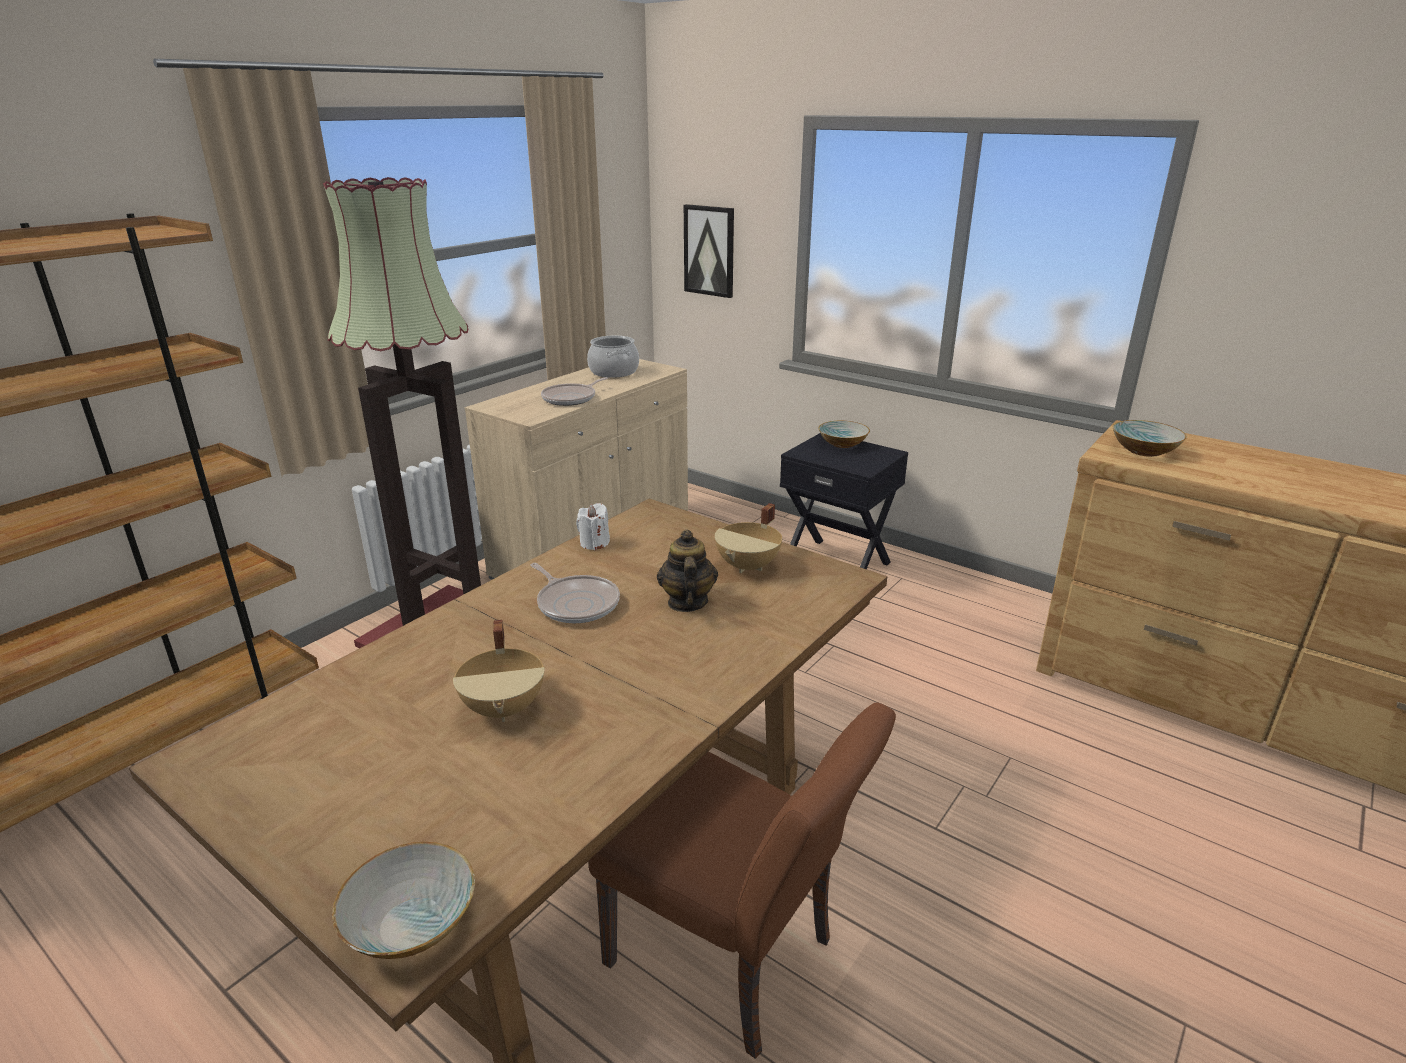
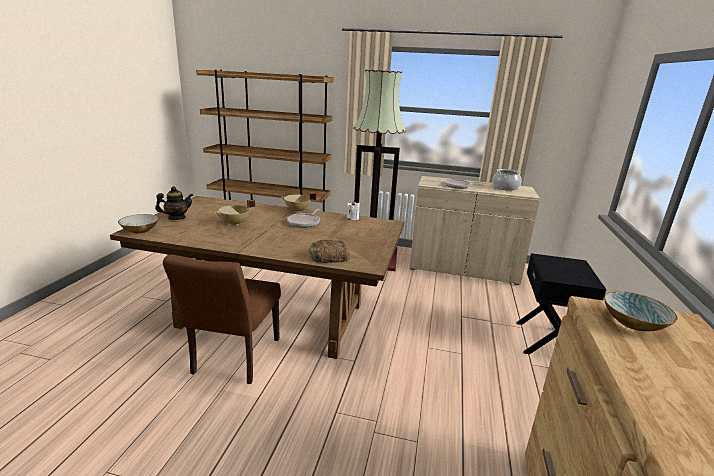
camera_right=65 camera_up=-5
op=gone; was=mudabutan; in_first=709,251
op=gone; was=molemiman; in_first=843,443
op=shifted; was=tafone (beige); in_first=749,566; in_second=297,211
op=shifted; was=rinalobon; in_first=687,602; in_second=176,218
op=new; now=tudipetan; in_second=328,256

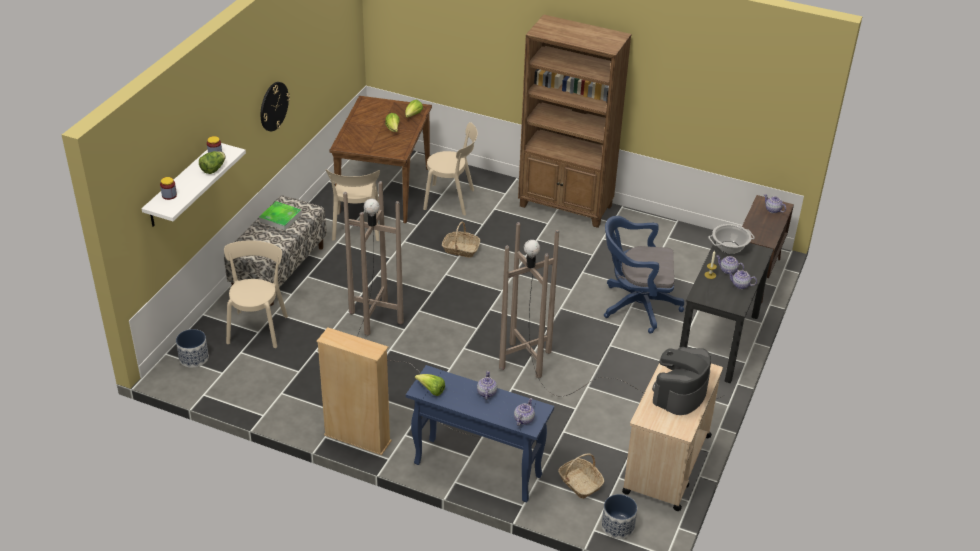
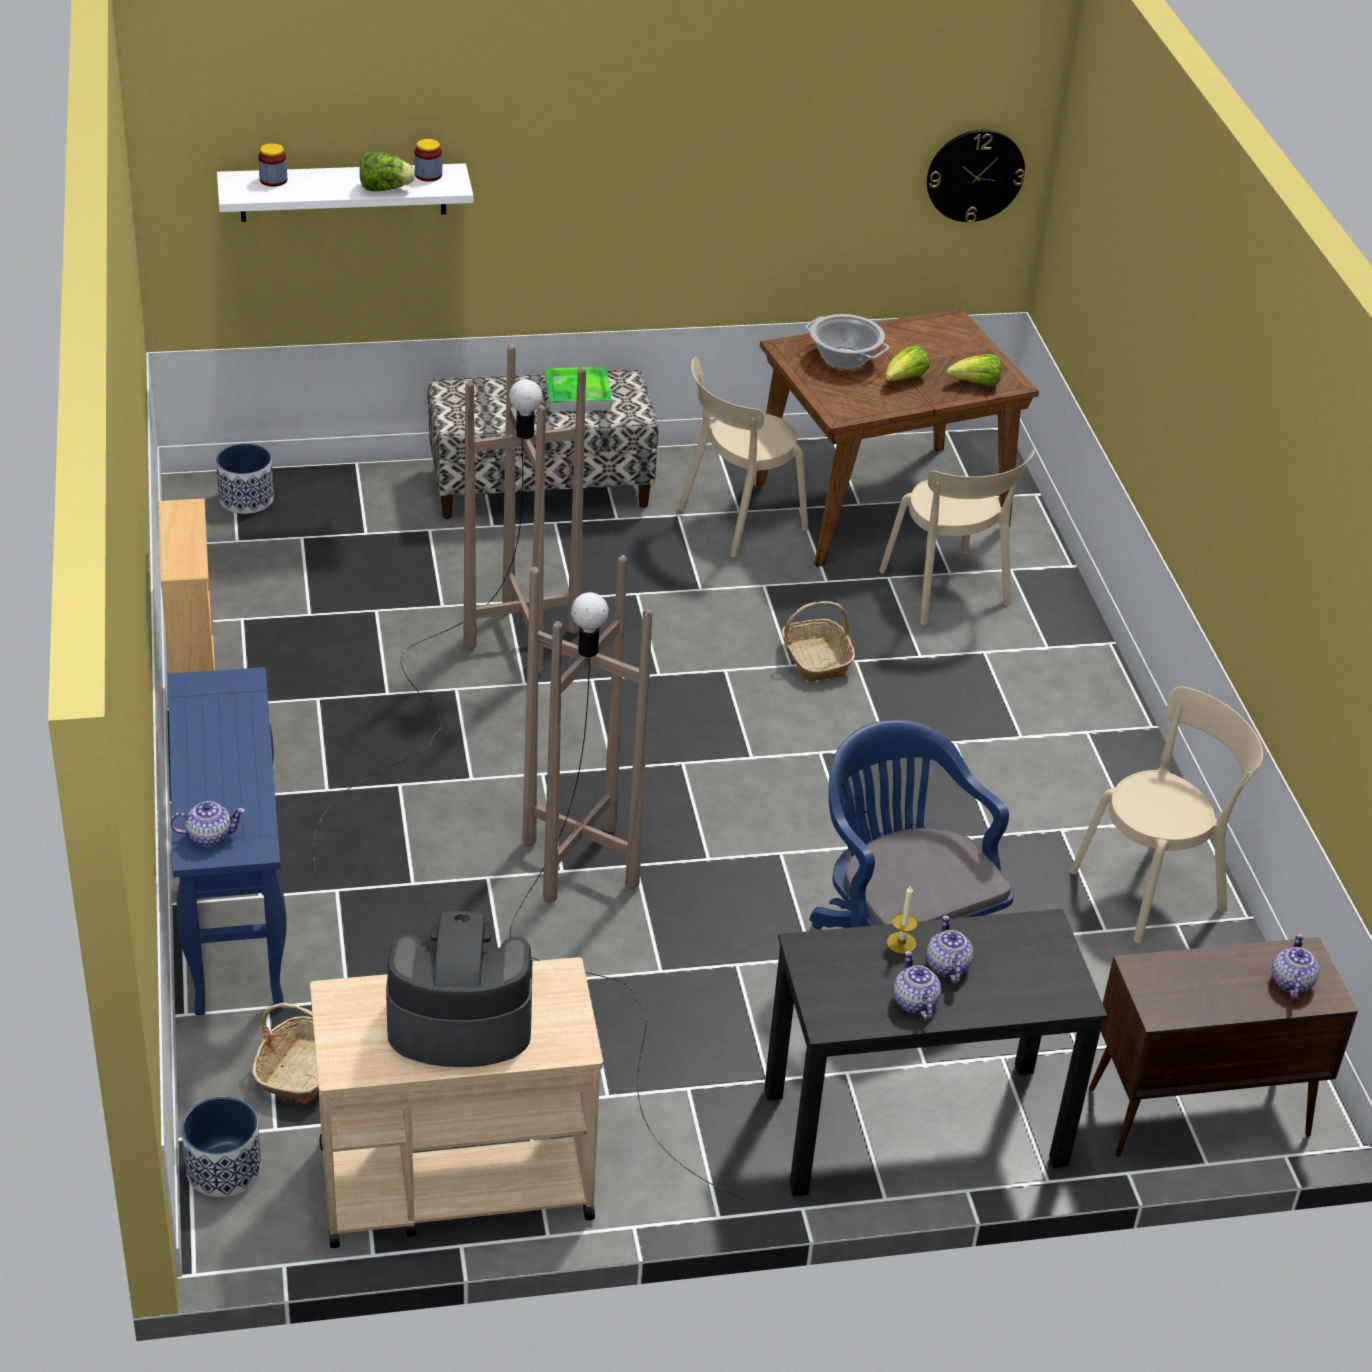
camera_right=55 camera_up=0
op=gone; was=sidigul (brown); in_first=566,206
op=shifted; was=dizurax; in_first=273,106; in_second=975,175
op=shifted; was=tafone; in_first=729,247; in_second=845,359
op=shifted; was=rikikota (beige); in_first=258,327; in_second=1154,887
op=gone; was=rinalobon; in_first=486,393
op=gone; was=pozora; in_first=431,390

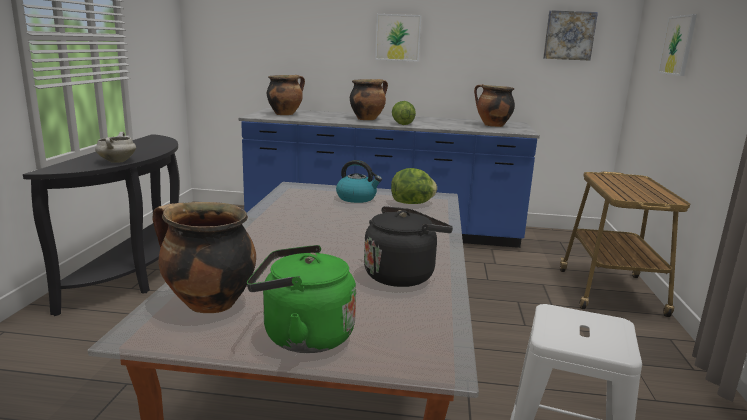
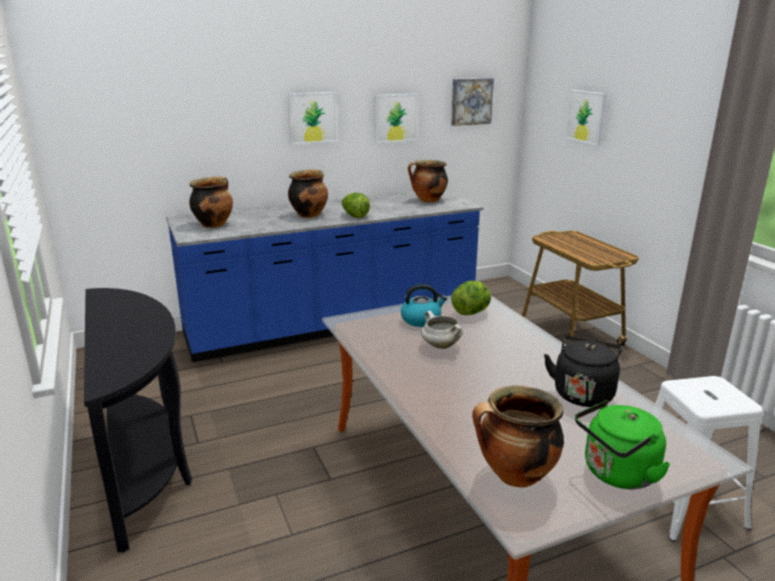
camera_right=-30 camera_up=5
op=shifted; was=tafone (white); in_first=117,161; in_second=440,346
op=new; now=mudabutan; in_second=395,118

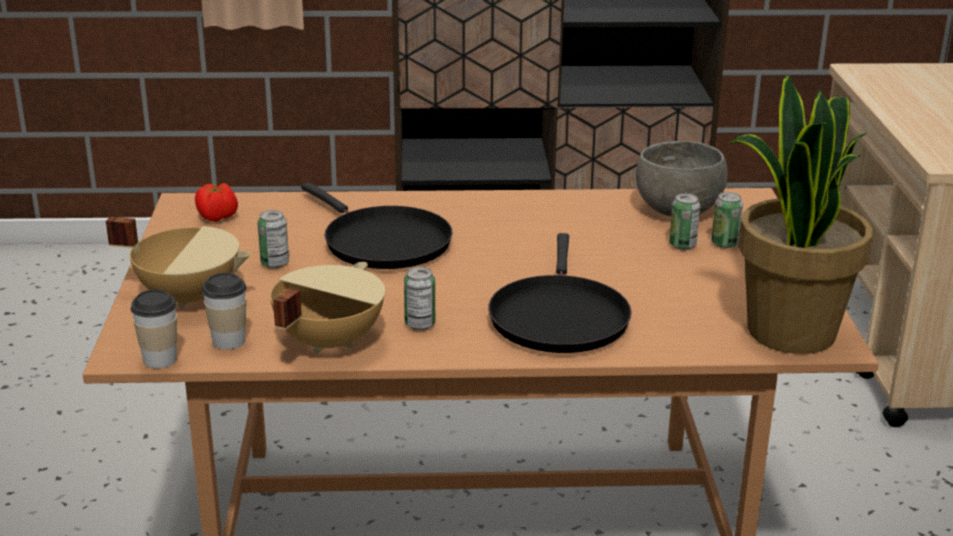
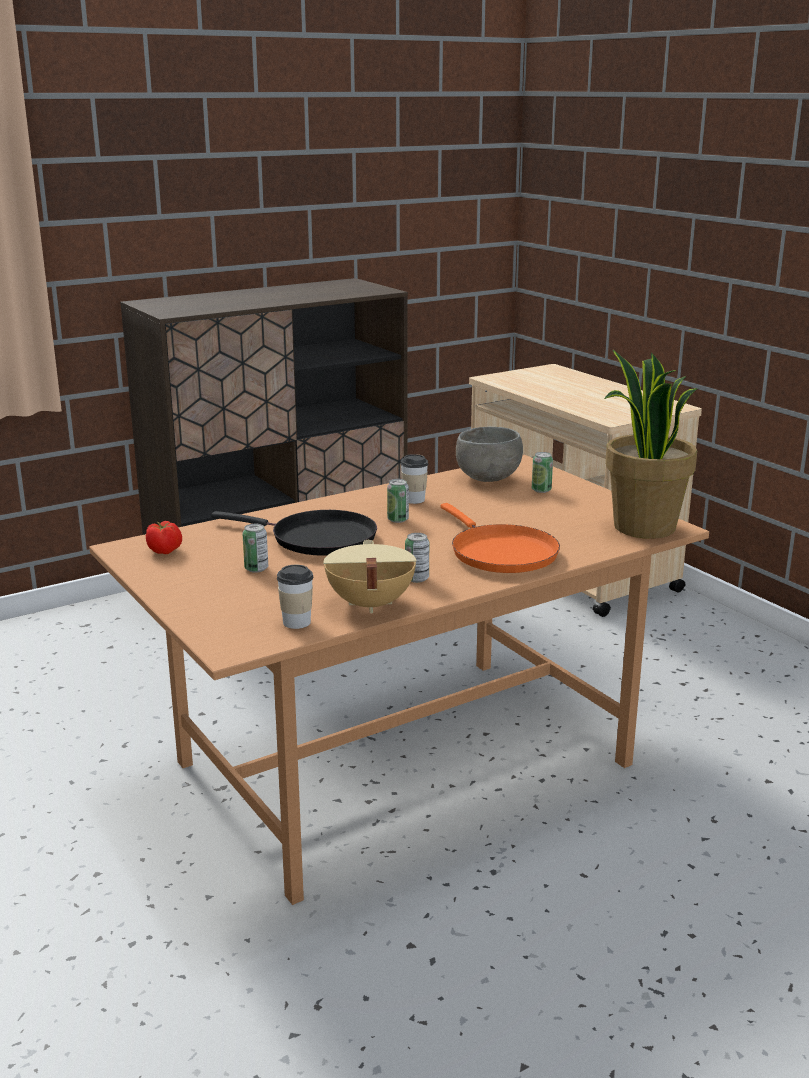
camera_right=-30 camera_up=-5
op=shifted; was=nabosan; in_first=682,245; in_second=398,519
op=gone; was=tafone (beige); in_first=189,296
op=repainted; was=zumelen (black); now=zumelen (orange); in_first=558,317; in_second=500,553
op=shifted; was=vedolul; in_first=160,359; in_second=414,500

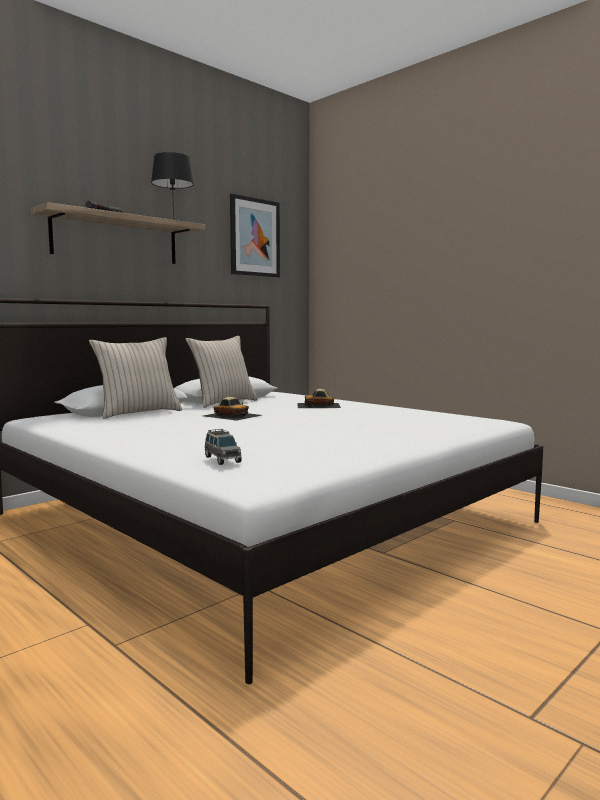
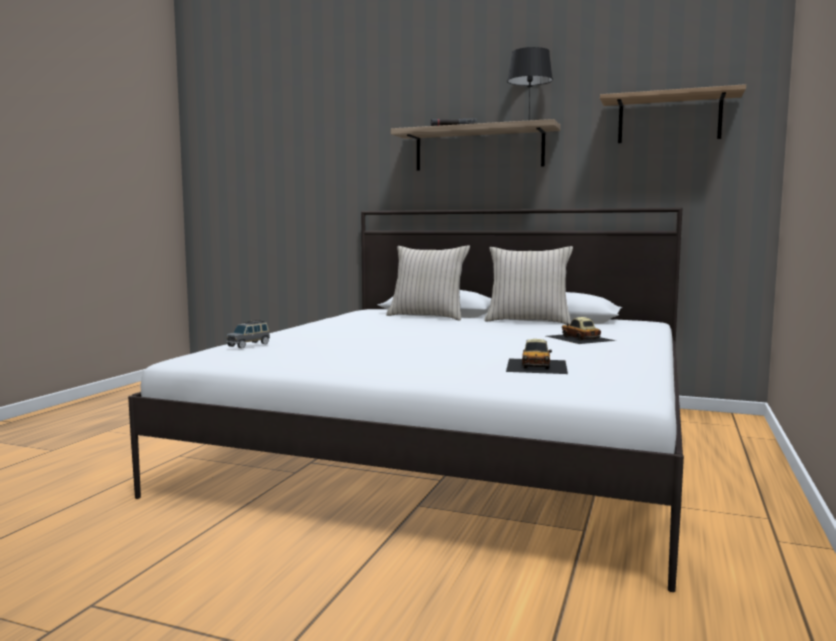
camera_right=65 camera_up=0
op=swapped; was=mudabutan; now=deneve; in_first=254,237; in_second=669,119
op=shifted; was=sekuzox; in_first=232,415; in_second=537,365

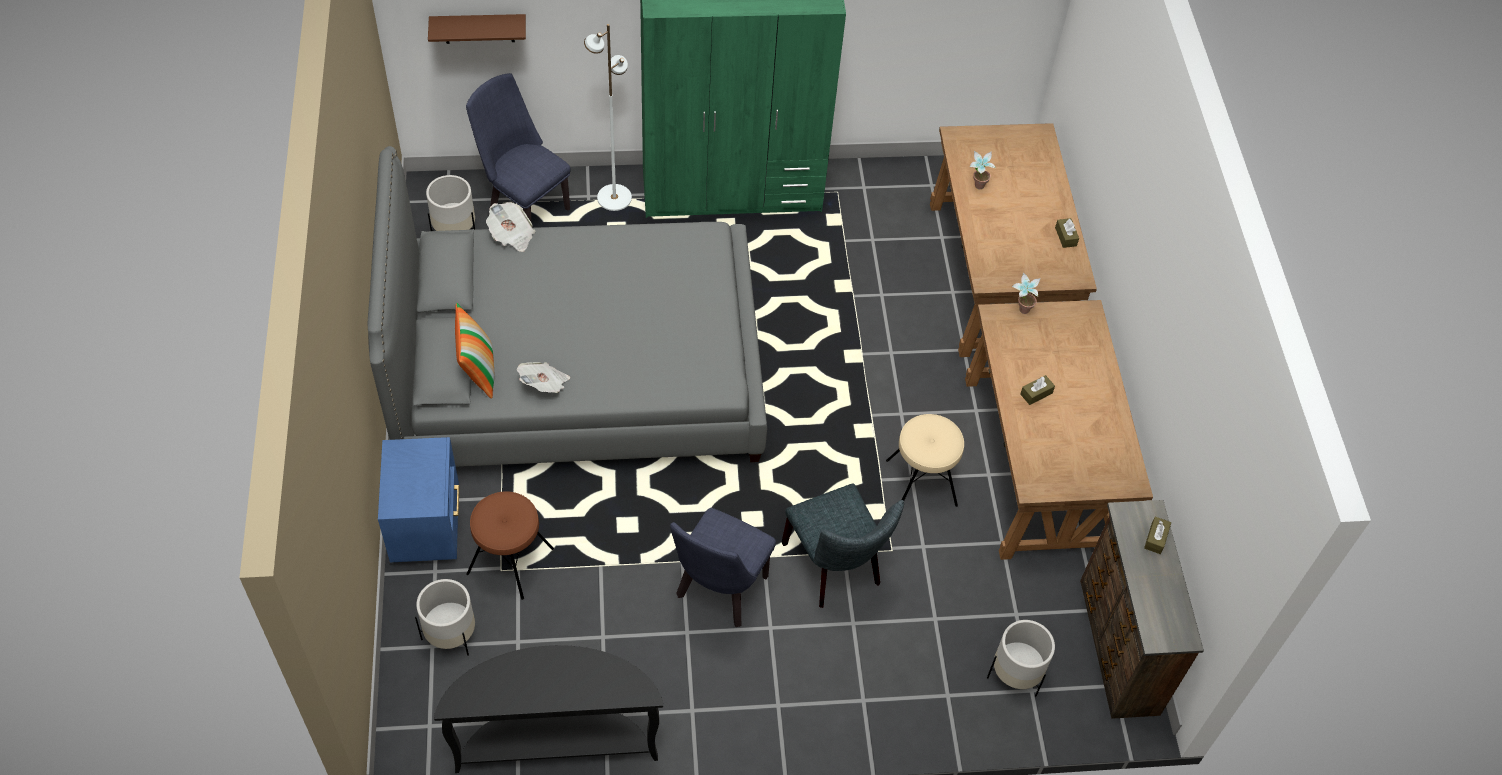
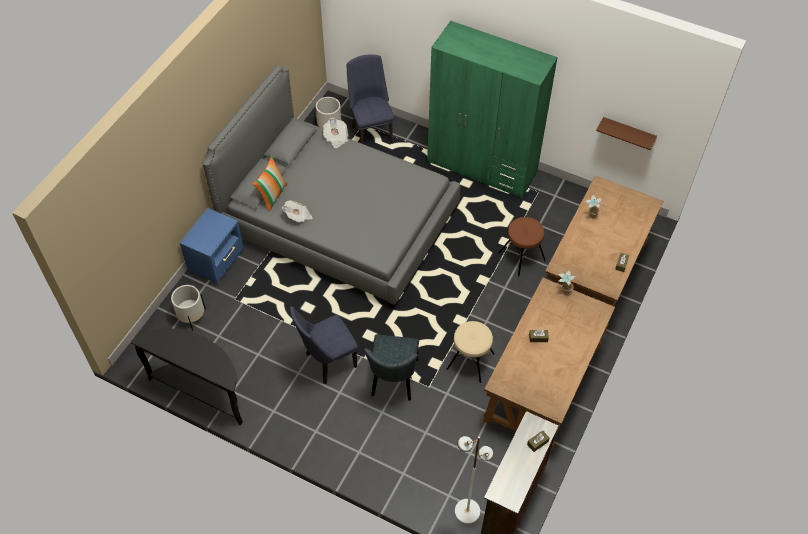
camera_right=35 camera_up=0
op=shifted; was=deneve (brown); in_first=479,28; in_second=628,133
op=shifted; was=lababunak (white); in_first=613,198; in_second=467,511
op=shifted; was=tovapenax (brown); in_first=510,561; in_second=521,257
op=gone; was=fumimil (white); in_first=1015,674

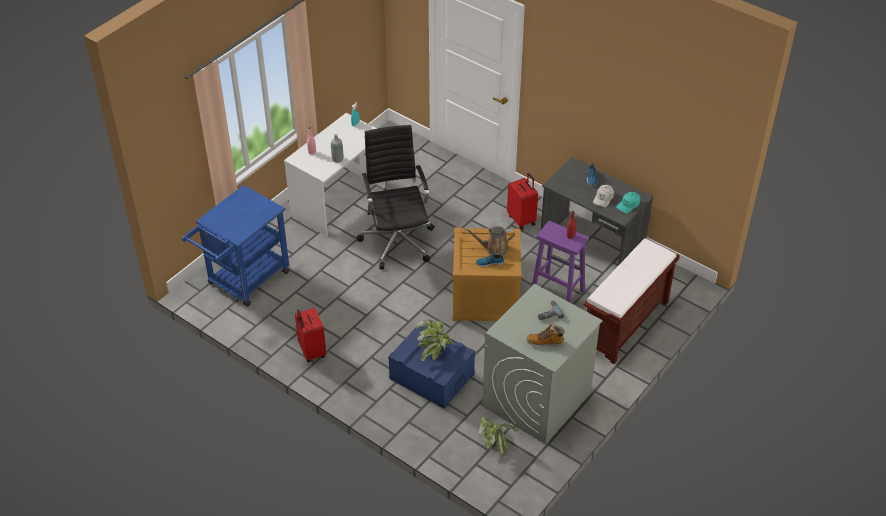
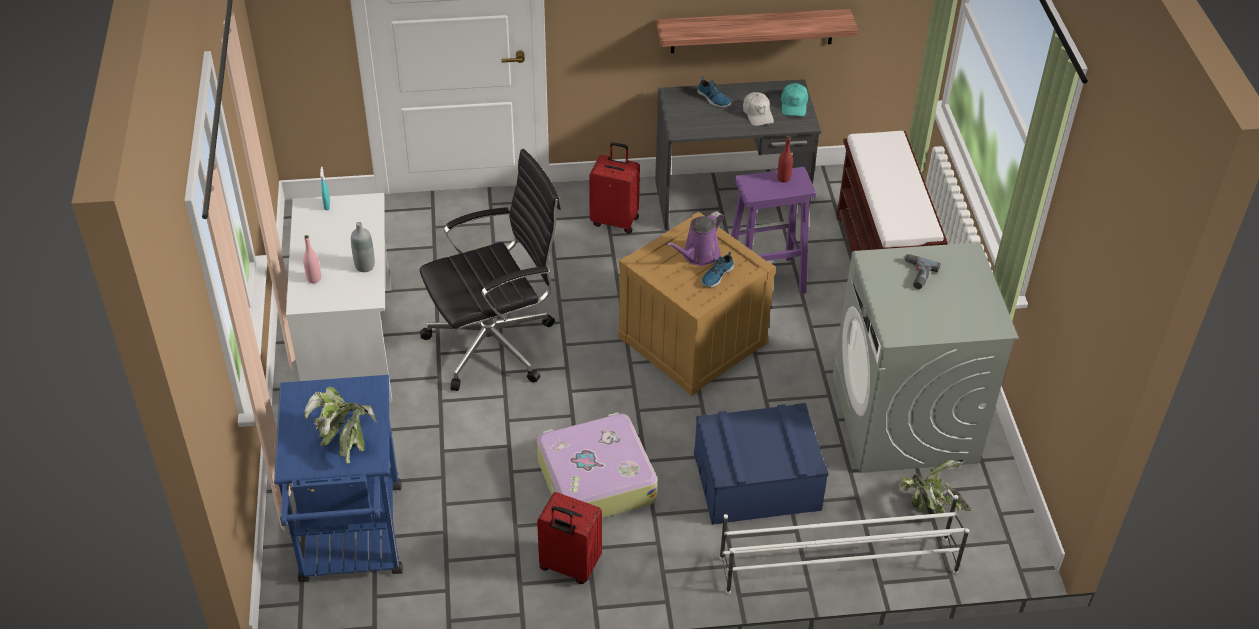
camera_right=-45 camera_up=0
op=rotated; was=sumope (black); in_first=397,240; in_second=495,344; clockwise=120
op=repainted; was=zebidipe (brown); now=zebidipe (purple); in_first=494,248; in_second=698,255
op=shifted; was=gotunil; in_first=434,350; in_second=346,438
op=gone; was=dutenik; in_first=545,342
op=new; now=deneve; in_second=752,31
op=new; now=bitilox; in_second=595,479
op=new; now=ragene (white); in_second=837,564

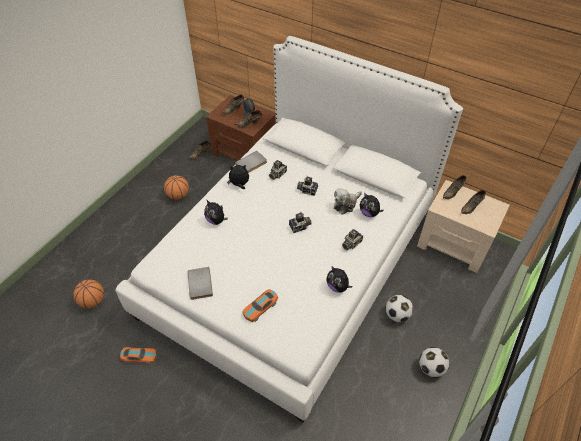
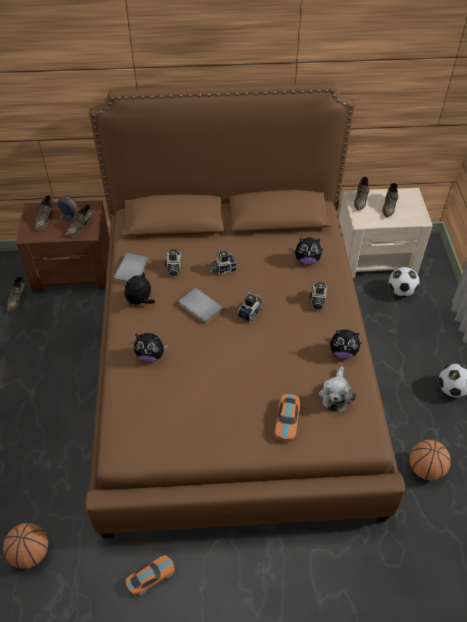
camera_right=-35 camera_up=0
op=repainted; was=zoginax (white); now=zoginax (brown); in_first=290,262; in_second=232,366
op=shifted; was=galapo; in_first=178,195; in_second=425,469
op=shifted; was=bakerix; in_first=346,204; in_second=336,395
op=shifted; was=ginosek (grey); in_first=199,284; in_second=199,308
op=shifted; was=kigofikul; in_first=397,315; in_second=401,291

